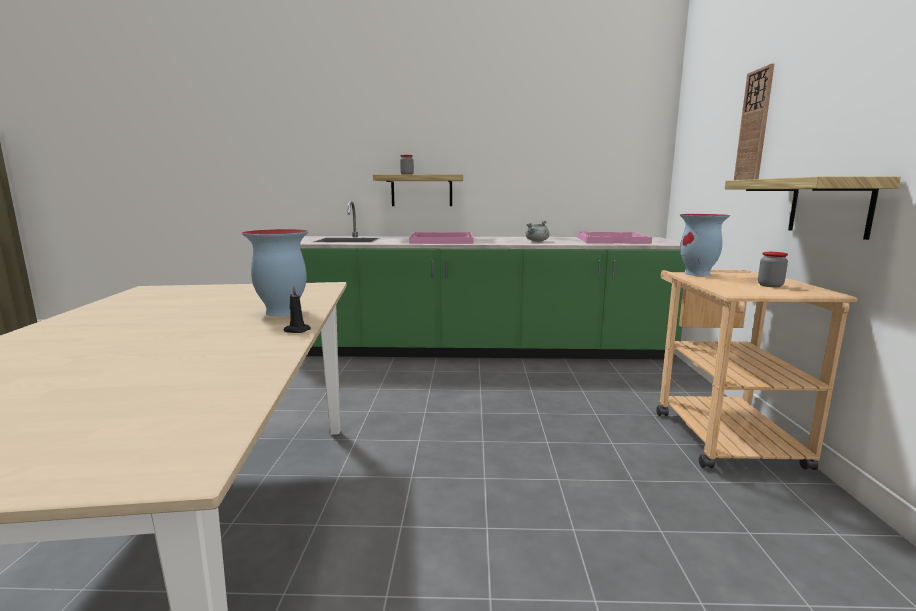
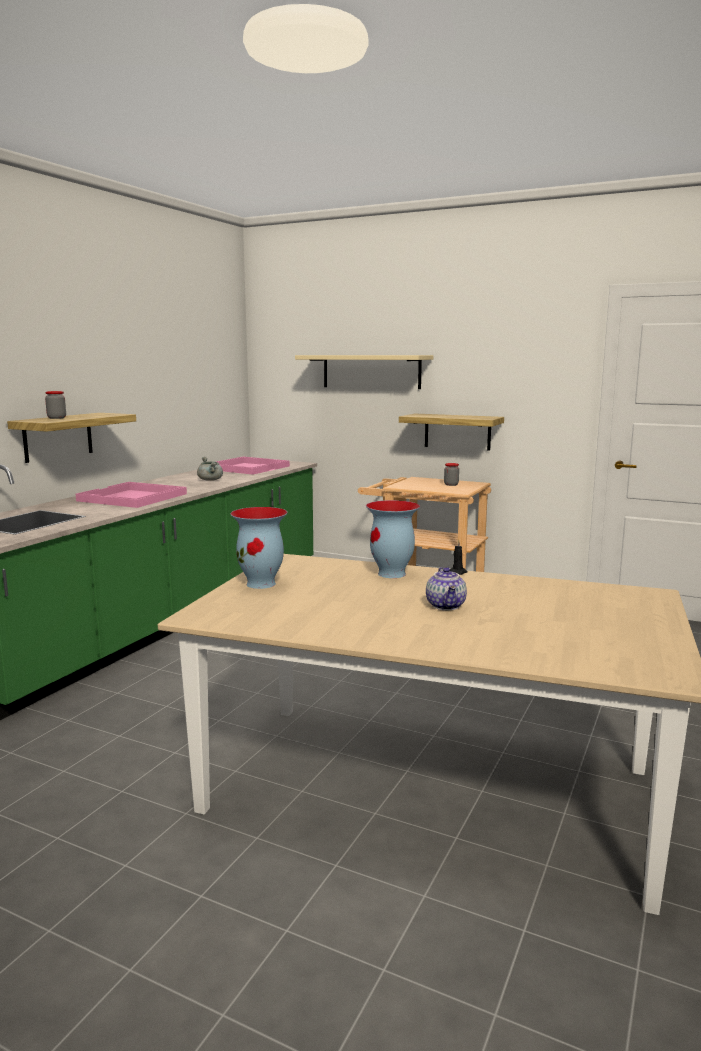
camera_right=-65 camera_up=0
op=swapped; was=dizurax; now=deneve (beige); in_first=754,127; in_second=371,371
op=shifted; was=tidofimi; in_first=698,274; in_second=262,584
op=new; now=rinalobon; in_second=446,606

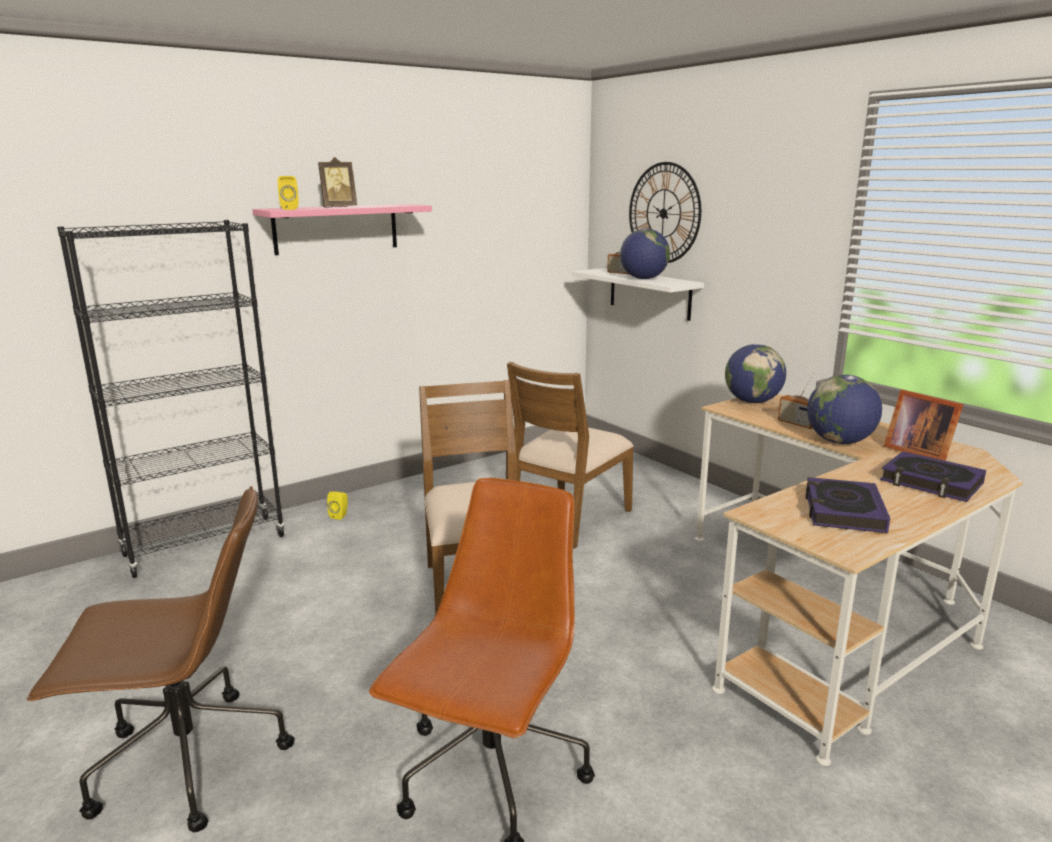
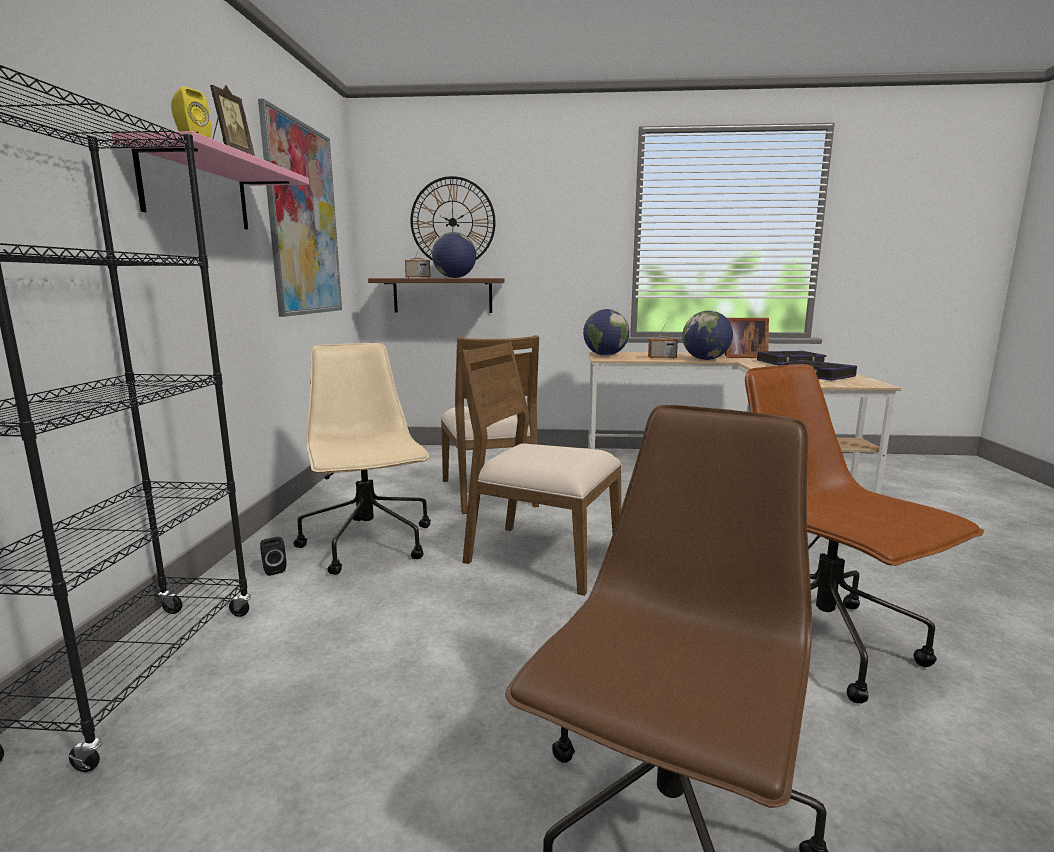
camera_right=-50 camera_up=-5
op=repainted; was=deneve (white); now=deneve (brown); in_first=649,293; in_second=442,295
op=repainted; was=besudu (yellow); now=besudu (black); in_first=340,515; in_second=273,569
op=new; now=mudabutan; in_second=303,220
op=new; now=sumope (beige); in_second=369,544

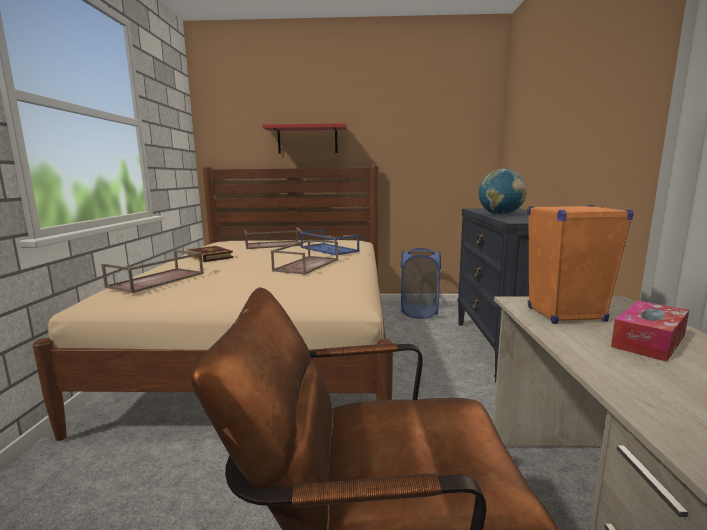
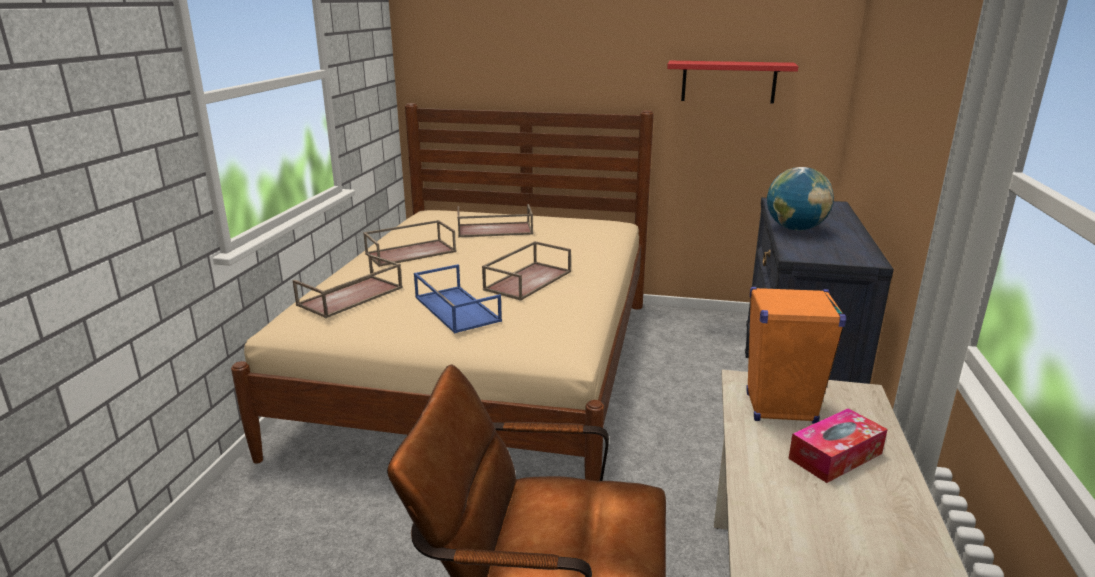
camera_right=10 camera_up=10
op=shifted; was=deneve (red); in_first=307,140; in_second=728,81
op=shifted; was=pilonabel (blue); in_first=328,249; in_second=455,309
op=swapped; was=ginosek; now=pilonabel (brown); in_first=210,257; in_second=411,252
op=gone; was=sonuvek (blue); in_first=419,312

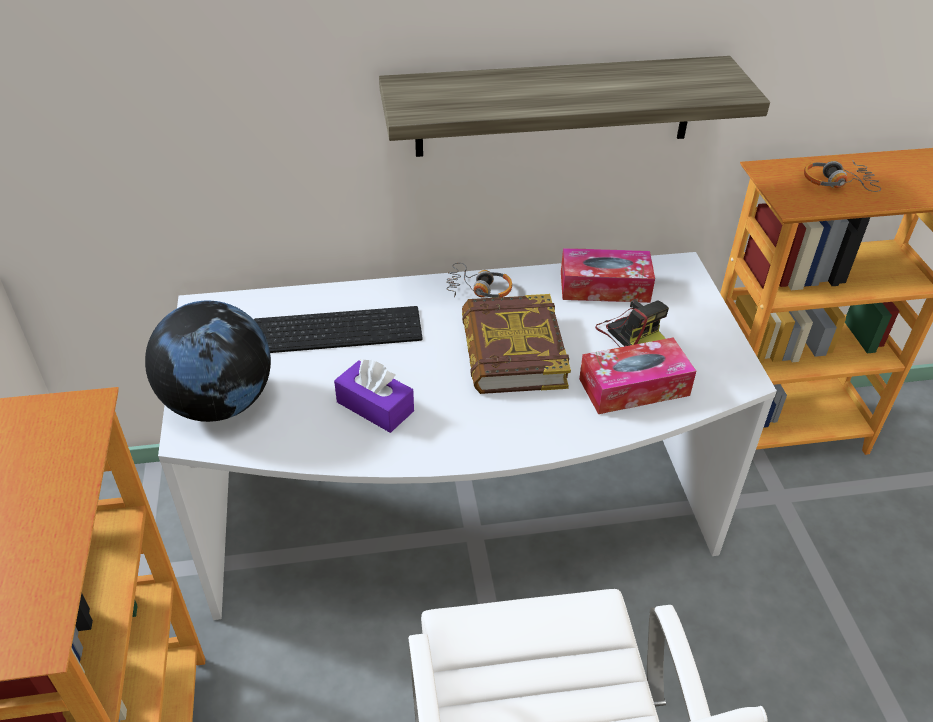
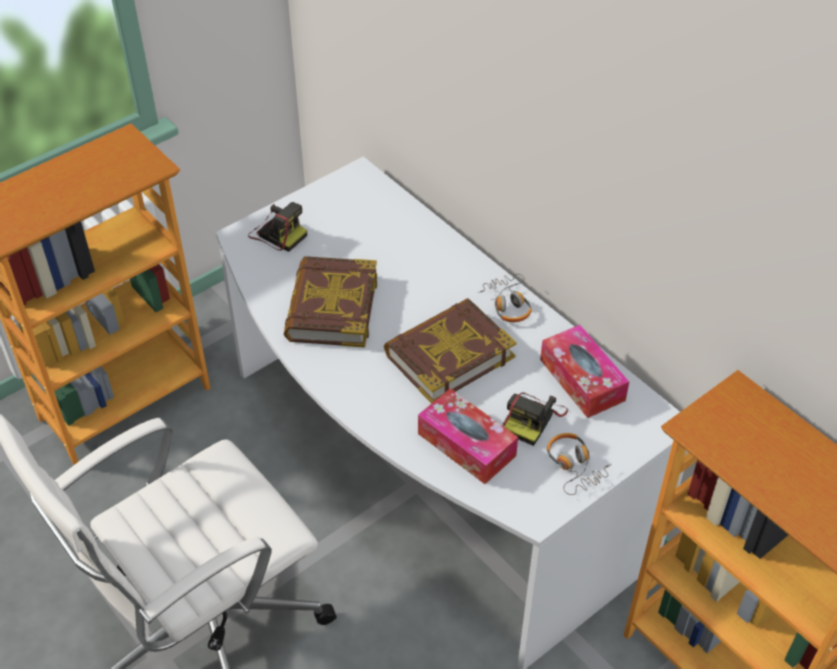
camera_right=60 camera_up=5
op=gone; was=deneve; in_first=555,106
op=shifted; was=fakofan; in_first=837,183; in_second=574,466
op=swapped; was=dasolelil; now=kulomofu; in_first=220,403; in_second=277,233
op=gone; was=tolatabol; in_first=339,328
op=swapped; was=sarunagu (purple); now=ginosek; in_first=375,406; in_second=331,308

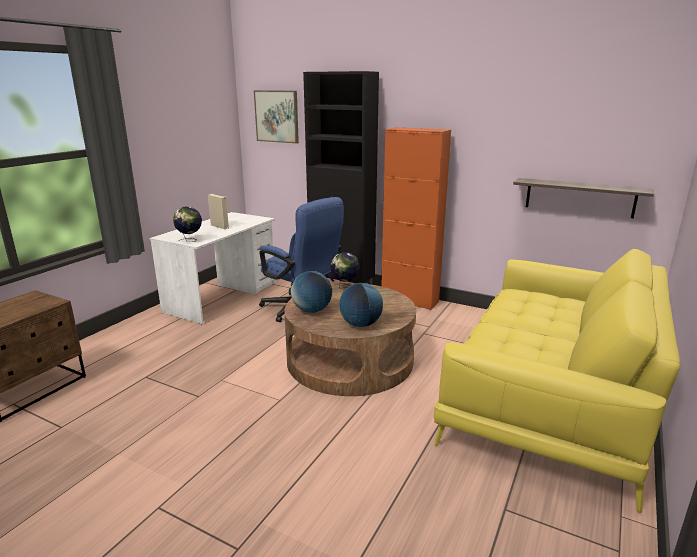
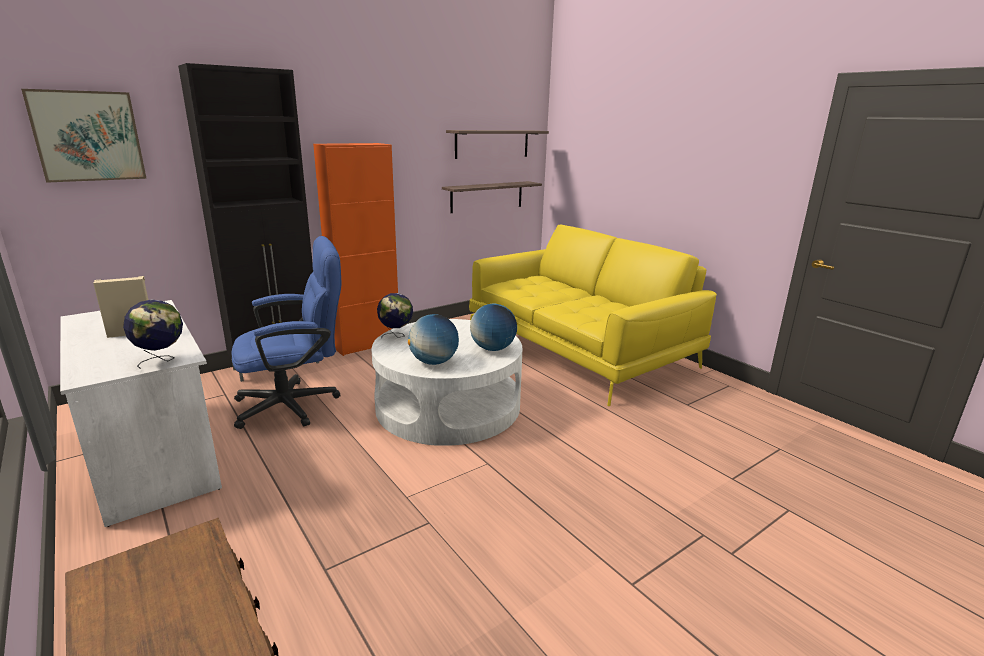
camera_right=-65 camera_up=0
op=repainted; was=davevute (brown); now=davevute (white); in_first=350,360; in_second=448,405
op=new; now=deneve; in_second=492,144

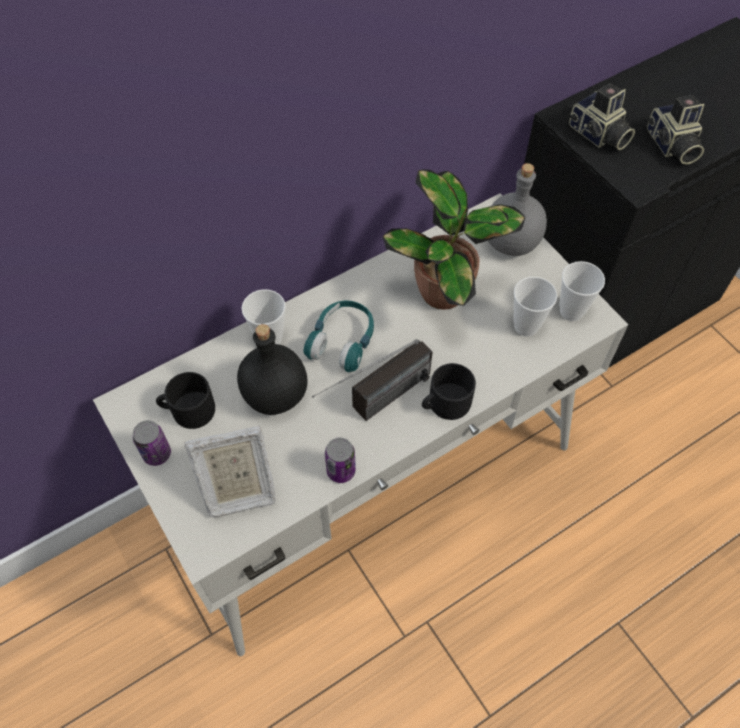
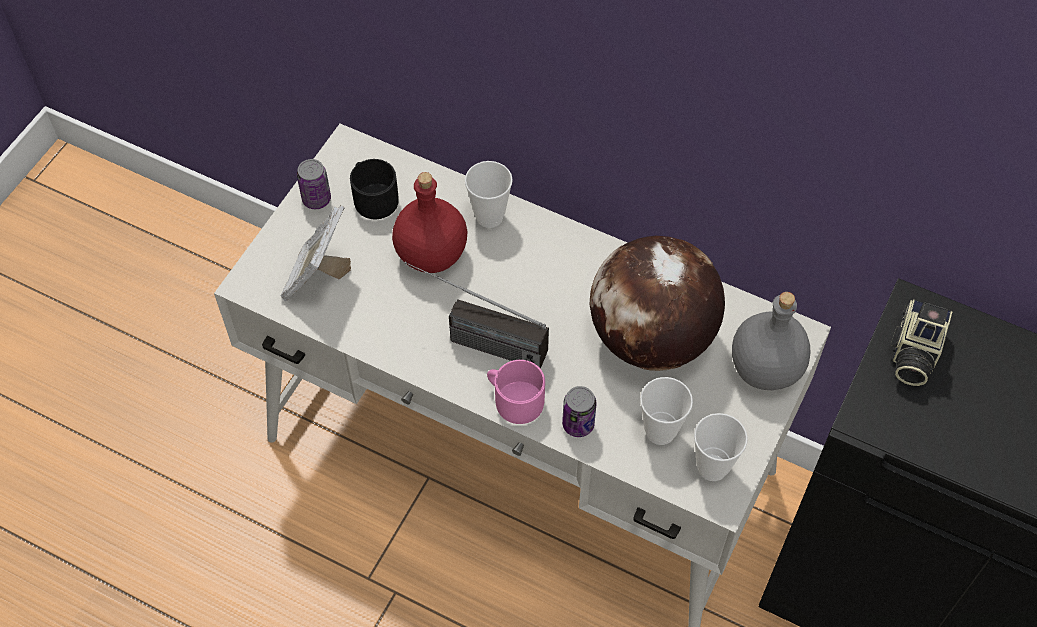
camera_right=60 camera_up=0
op=gone; was=kulomofu; in_first=671,146
op=swapped; was=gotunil; now=dasolelil; in_first=446,293; in_second=651,338
op=gone; was=fakofan (turquoise); in_first=342,341
op=repainted; was=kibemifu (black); now=kibemifu (red); in_first=275,394; in_second=432,253
op=repainted; was=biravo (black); now=biravo (pink); in_first=445,403; in_second=514,399
op=rotated; was=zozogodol; in_first=237,490; in_second=318,278; clockwise=60
op=shifted; was=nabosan; in_first=341,470; in_second=578,424

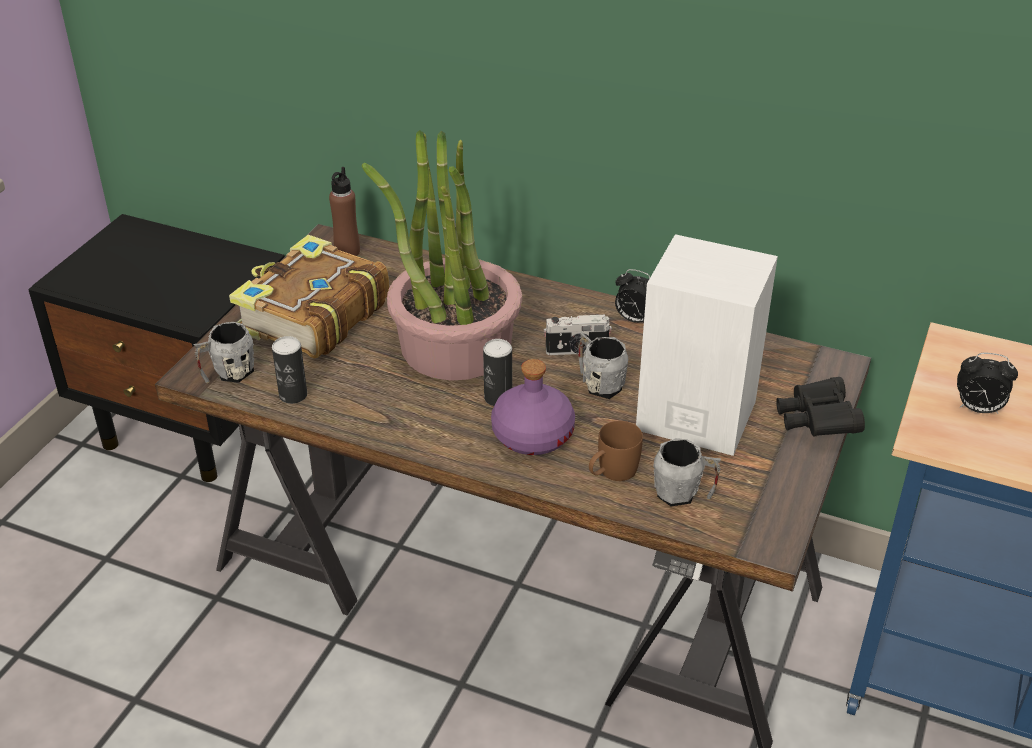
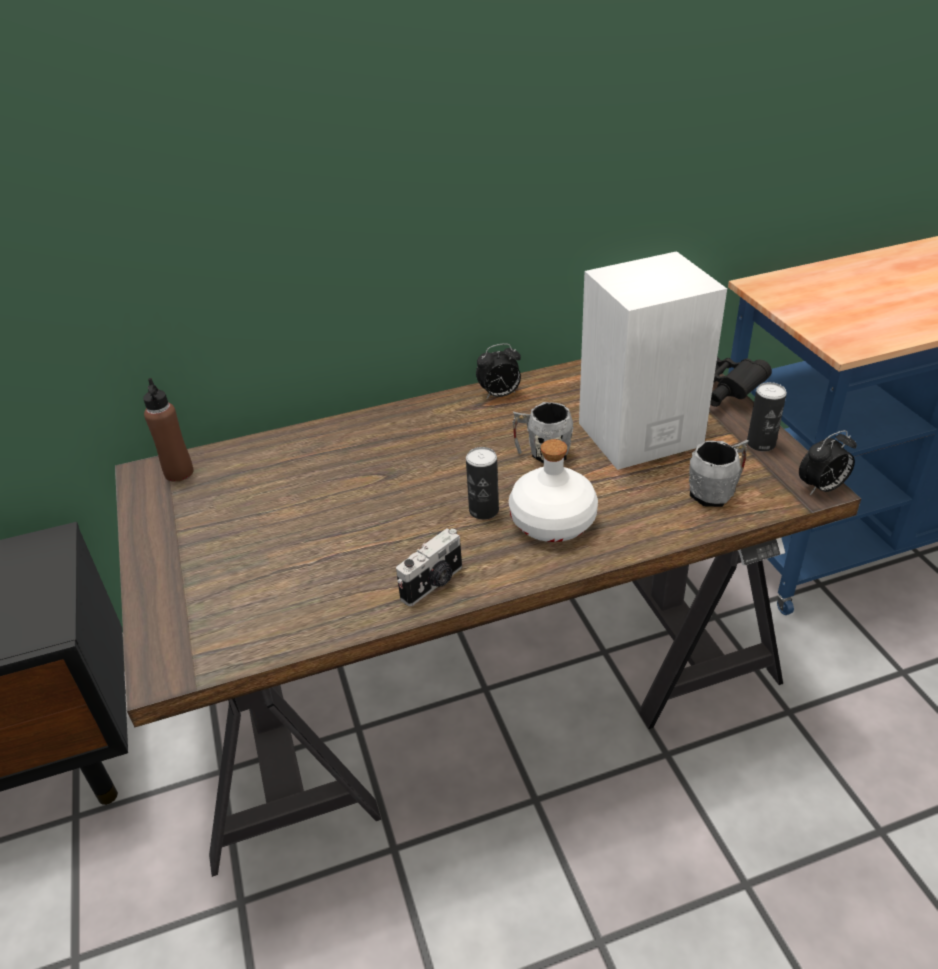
camera_right=-40 camera_up=0
op=gone; was=gotunil; in_first=454,346
op=gone; was=ginosek; in_first=311,316
op=shifted; was=kulomofu; in_first=577,351; in_second=434,583
op=gone; was=biravo (grey); in_first=228,374
op=shifted; was=nabosan; in_first=293,395; in_second=761,443
op=shifted; was=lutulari; in_first=977,409; in_second=821,488
op=repainted; was=kibemifu (purple); now=kibemifu (white); in_first=532,435; in_second=551,521
op=gone; was=biravo (brown); in_first=612,473

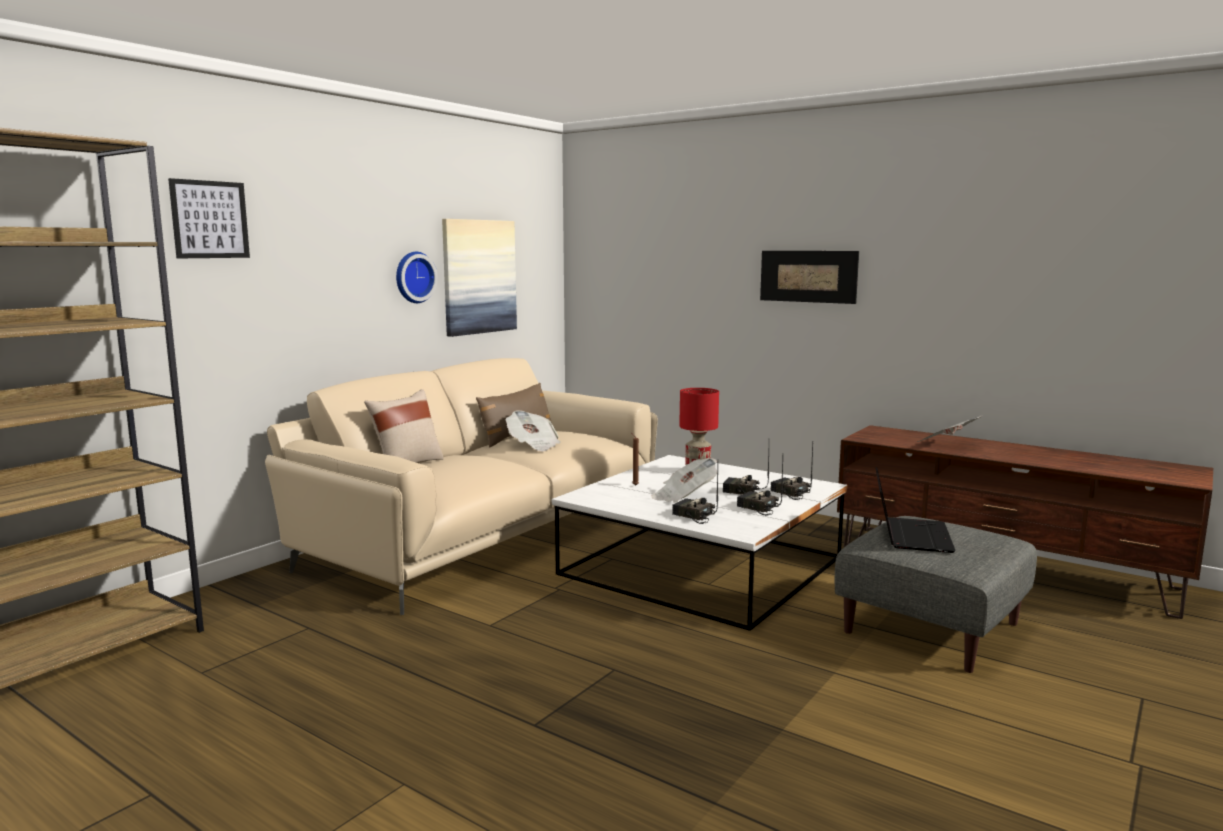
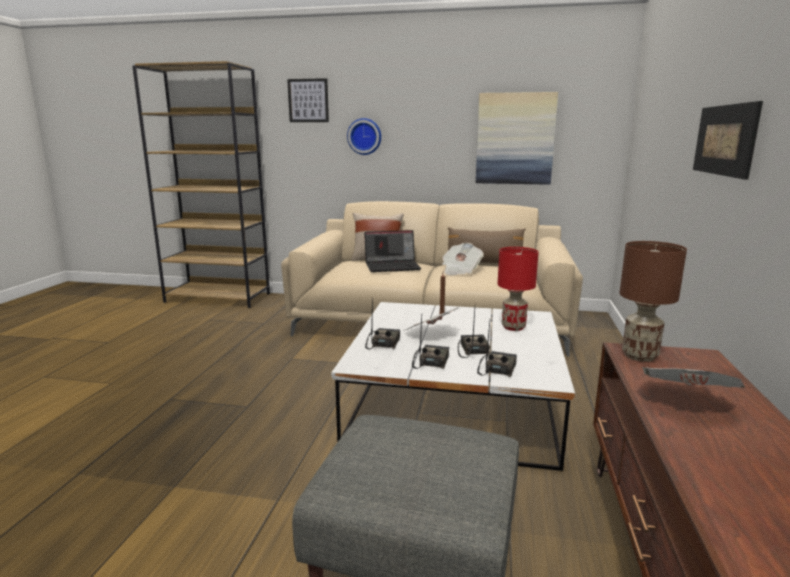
camera_right=65 camera_up=5
op=shifted; was=dizurax; in_first=413,277; in_second=364,136
op=shifted; was=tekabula; in_first=909,535; in_second=393,266
op=new; now=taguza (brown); in_second=639,356

